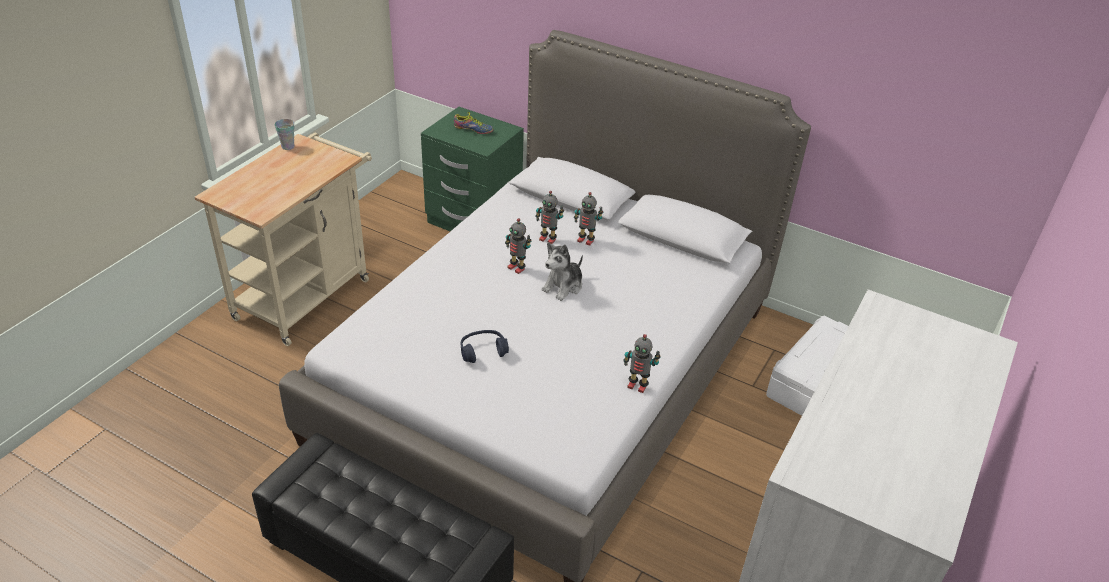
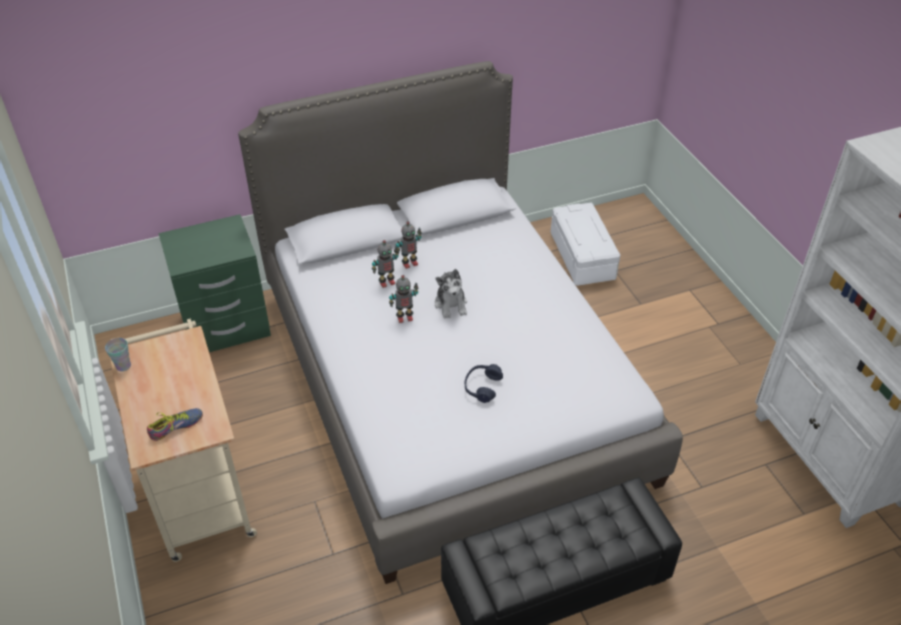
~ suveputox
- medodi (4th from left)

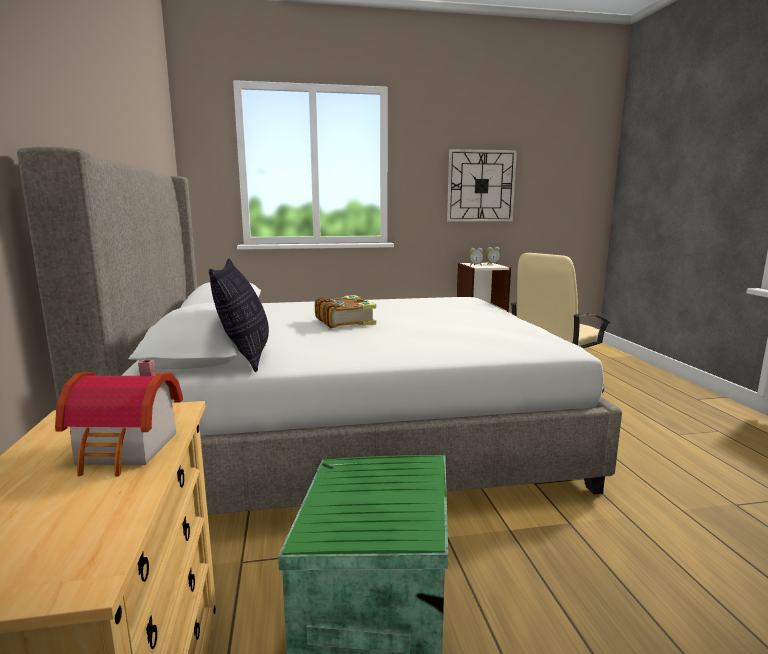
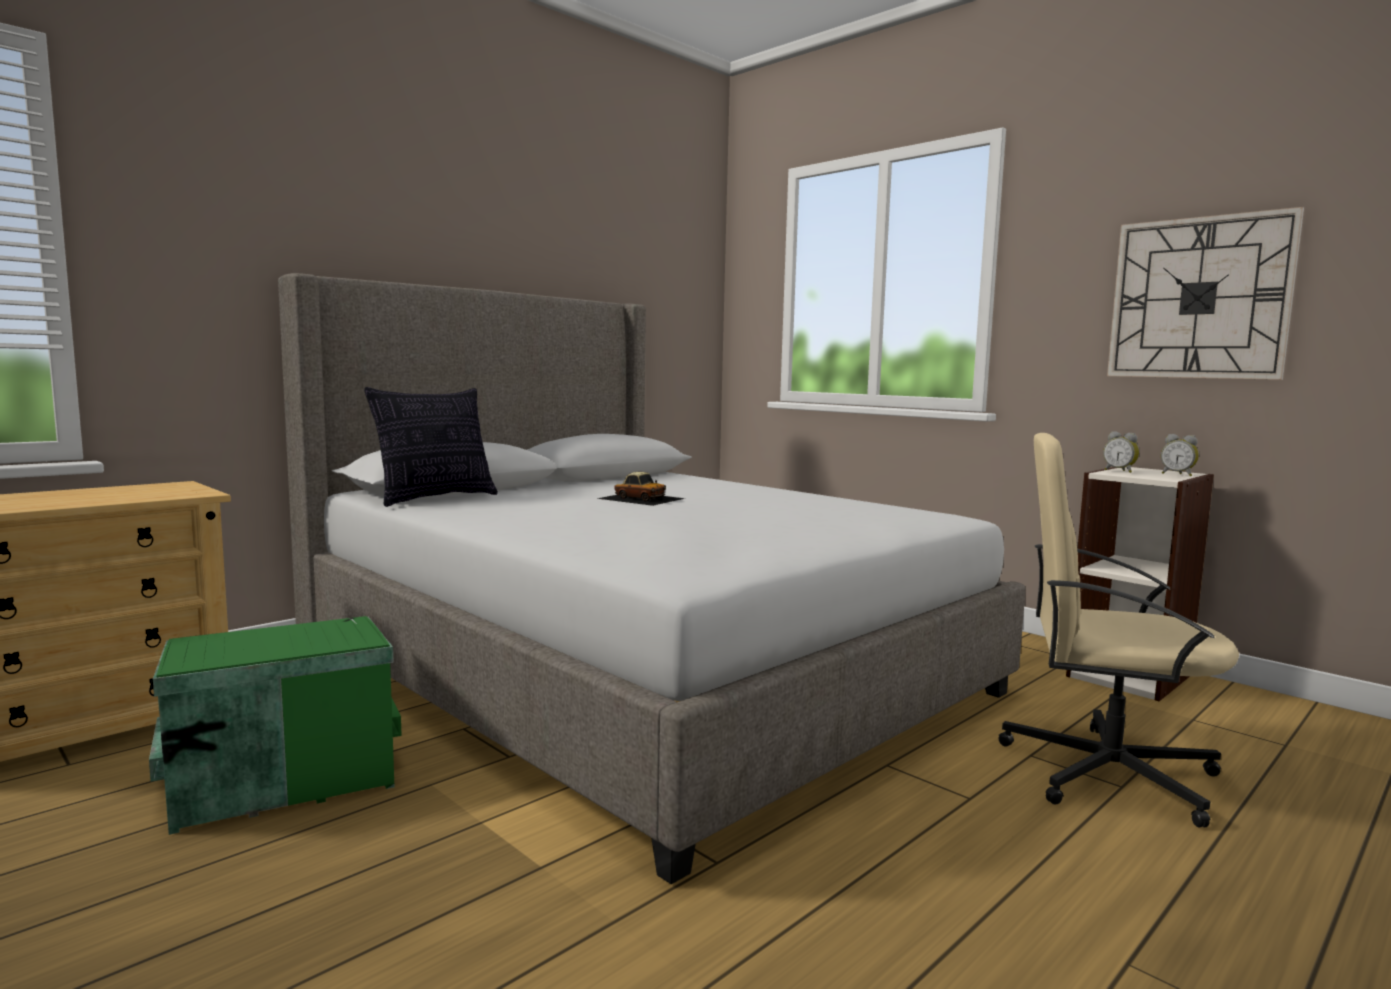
~ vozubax to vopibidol
- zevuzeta

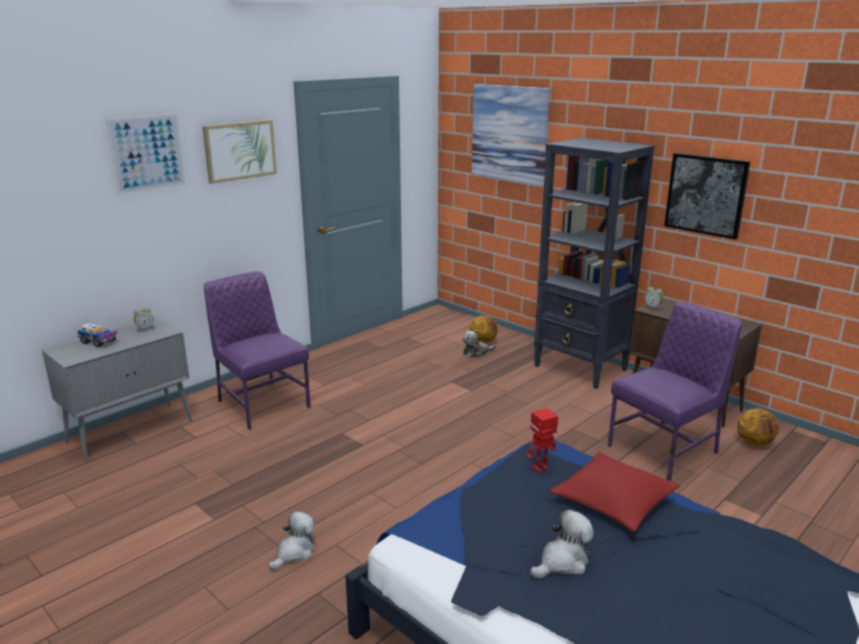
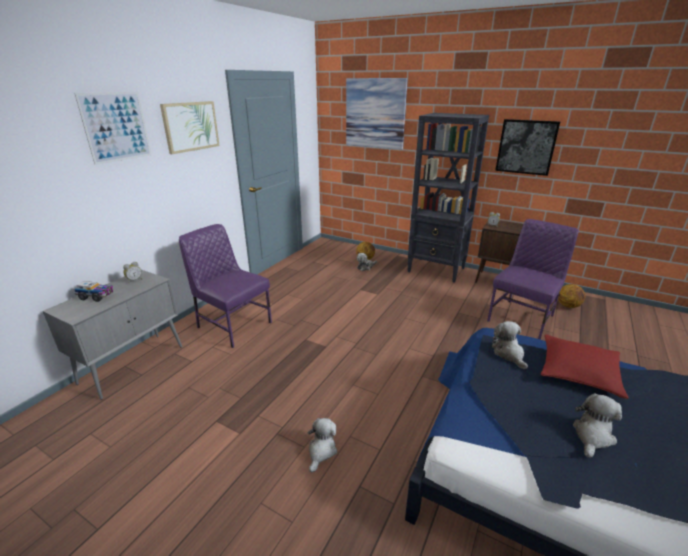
~ medodi to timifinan (3rd from left)

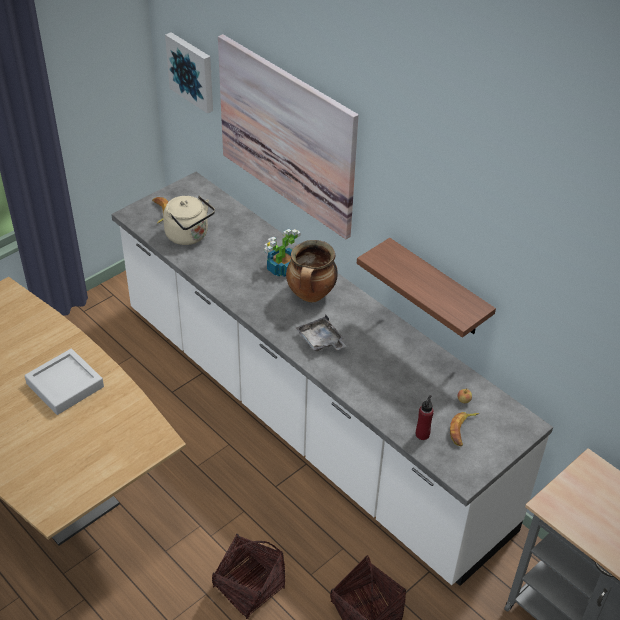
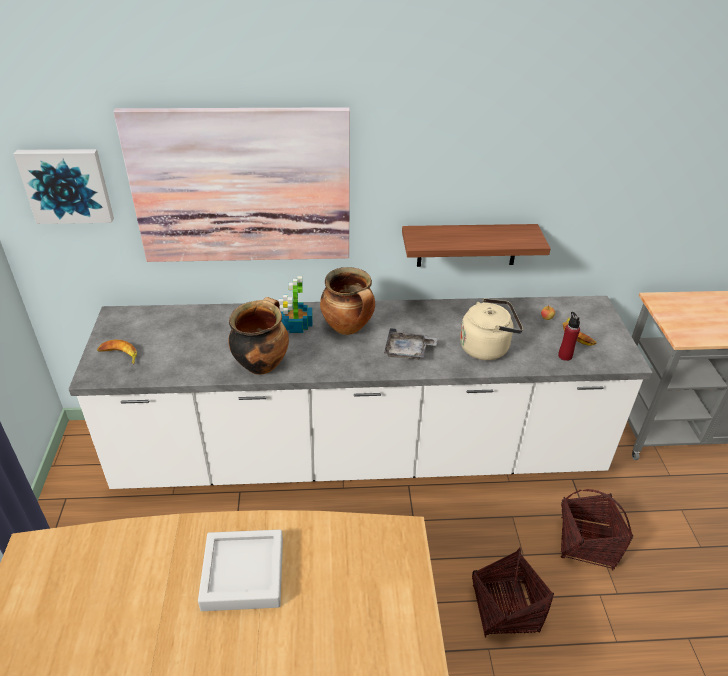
~ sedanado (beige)
+ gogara (1st from left)

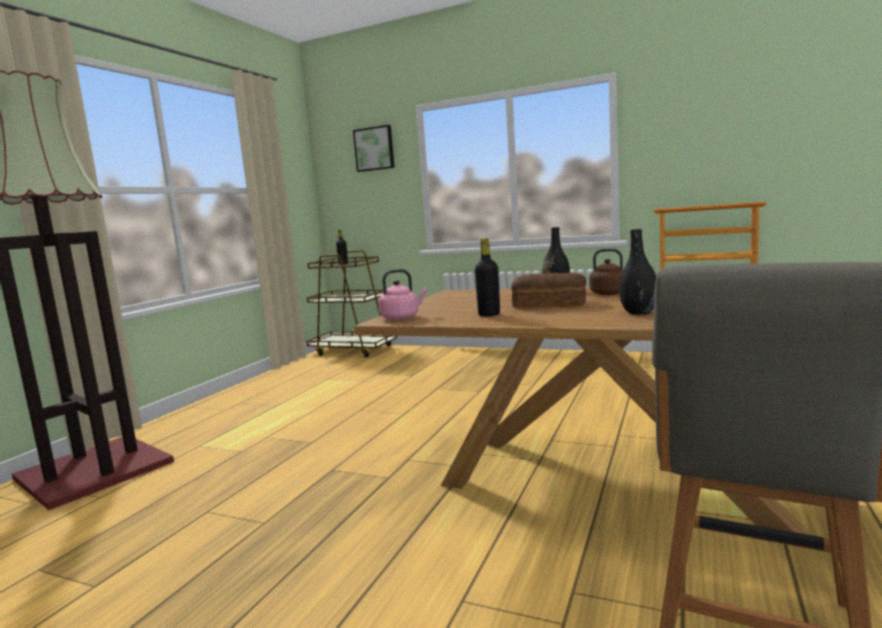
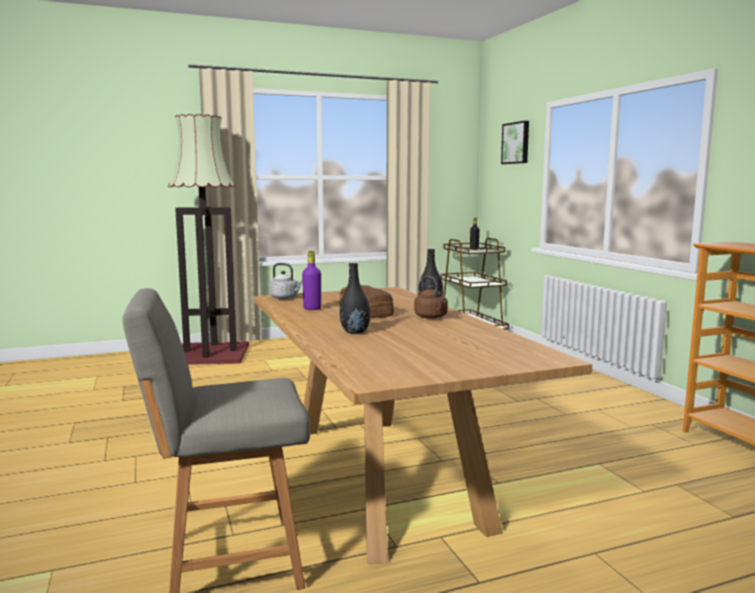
~ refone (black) (2nd from left) to refone (purple)
~ sedanado (pink) to sedanado (grey)

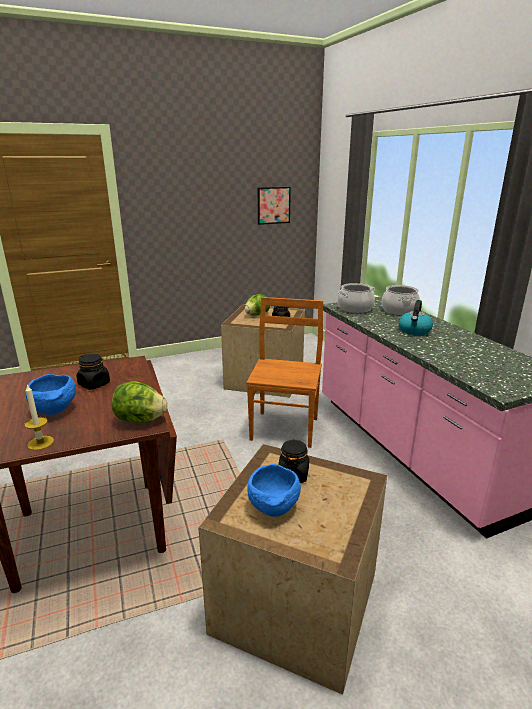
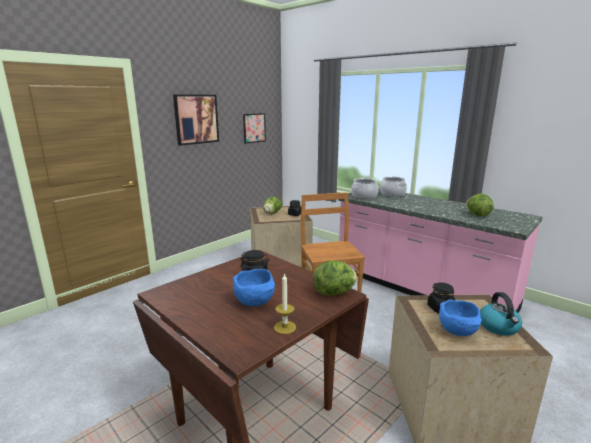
~ sedanado
+ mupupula (1st from left)
+ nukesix (3rd from left)

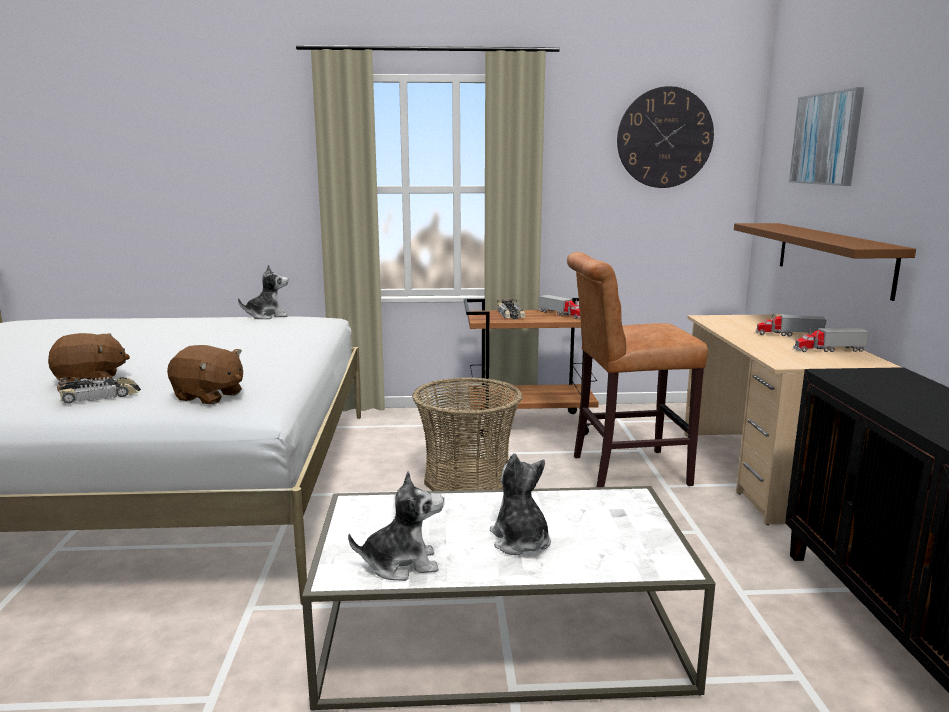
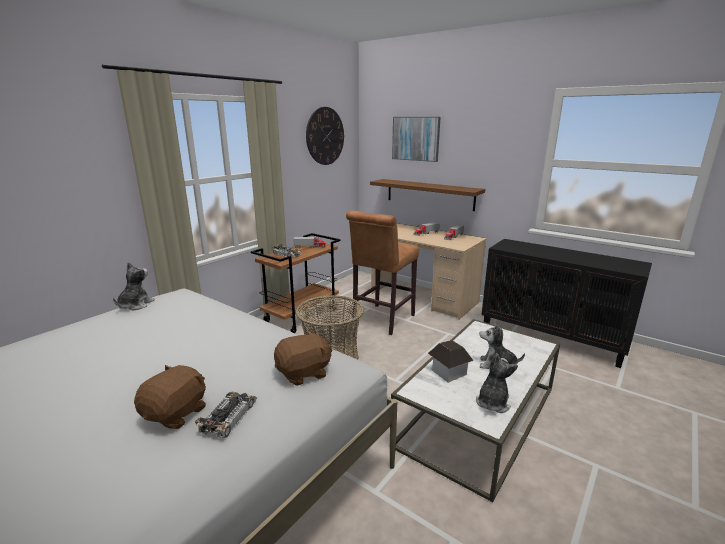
+ zevuzeta

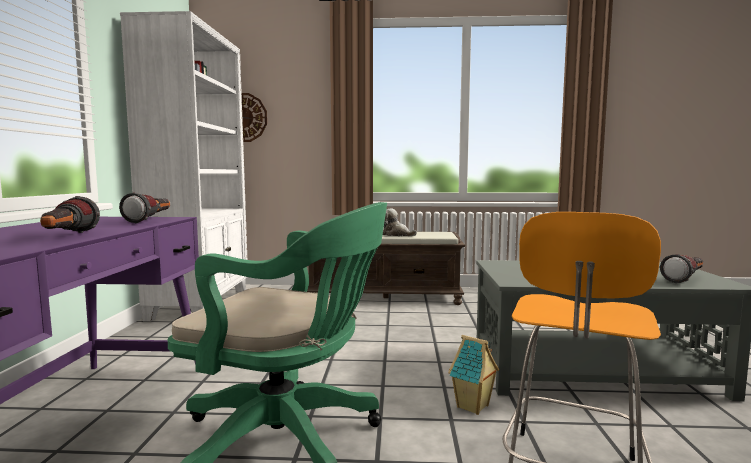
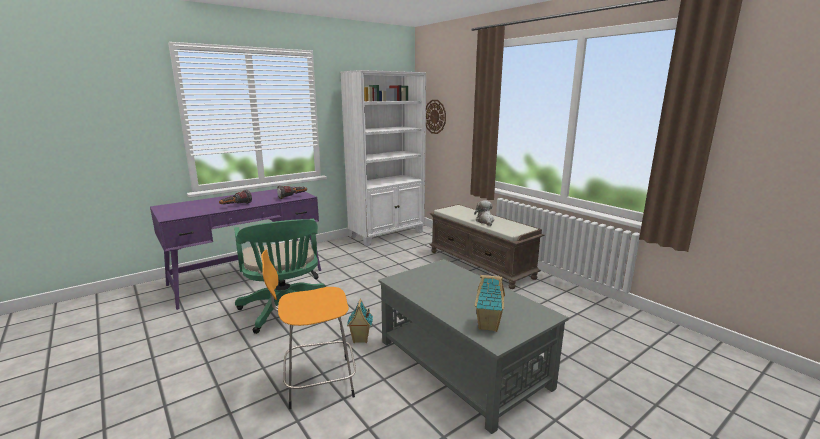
~ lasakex (3rd from left) to zevuzeta (2nd from left)

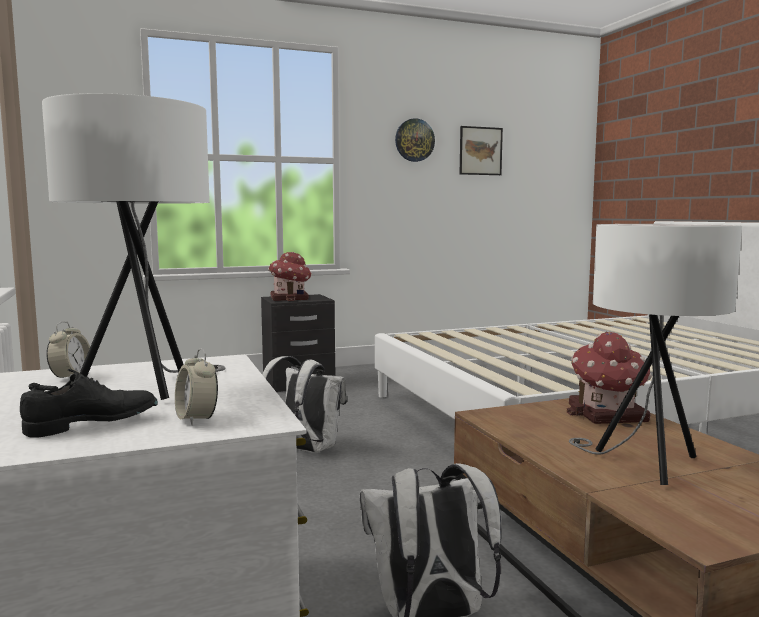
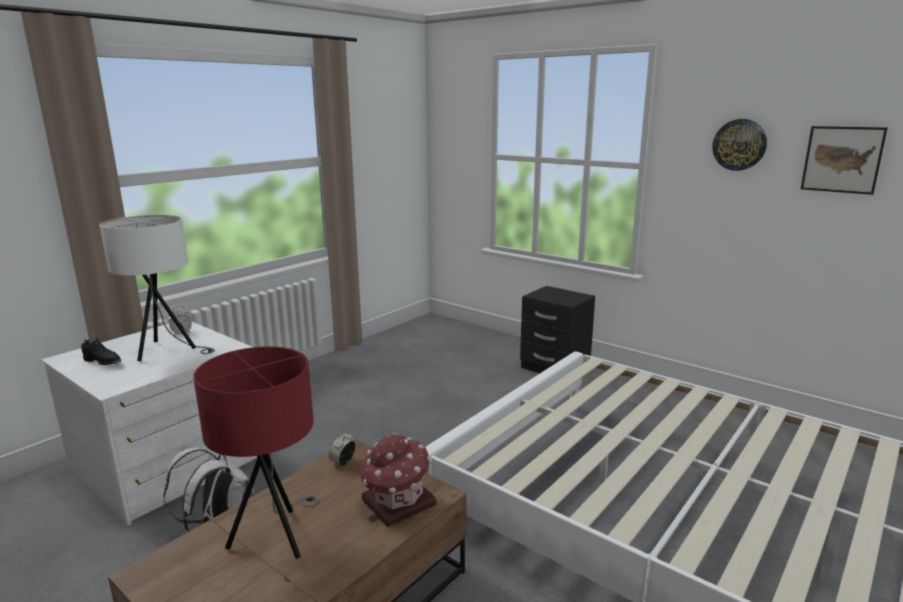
~ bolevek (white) (2nd from left) to bolevek (red)
- zevuzeta (1st from left)
~ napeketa (2nd from left)
- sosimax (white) (1st from left)

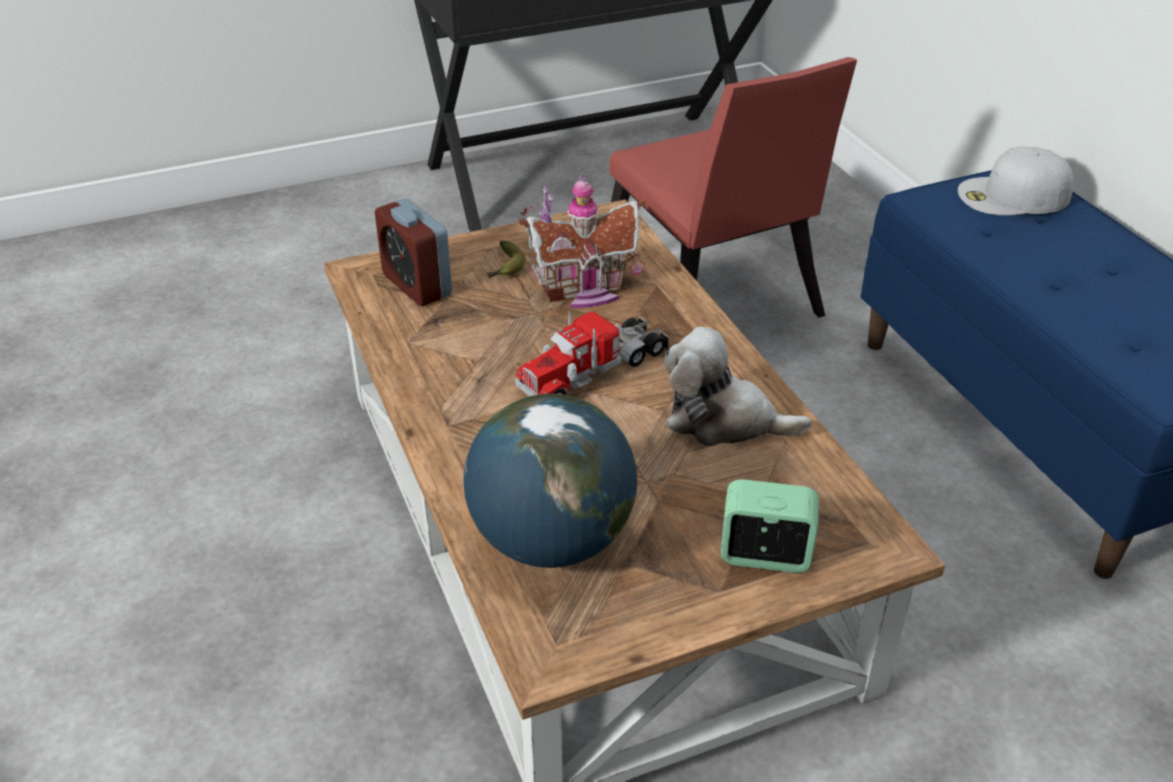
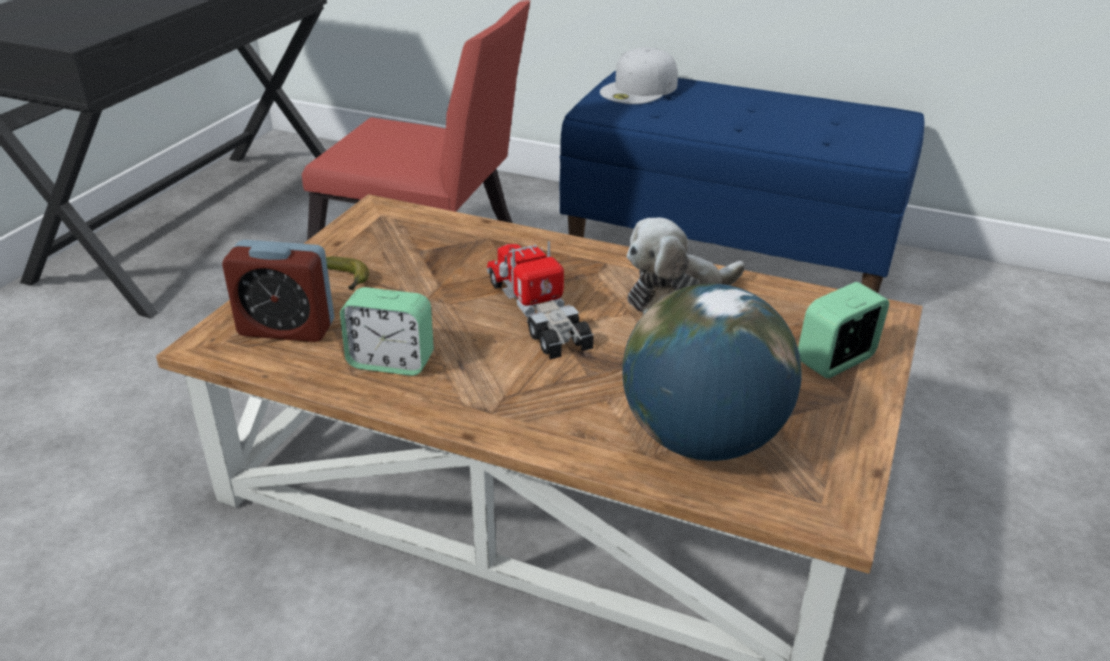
- zevuzeta
~ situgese 150 degrees clockwise
+ napeketa (2nd from left)

